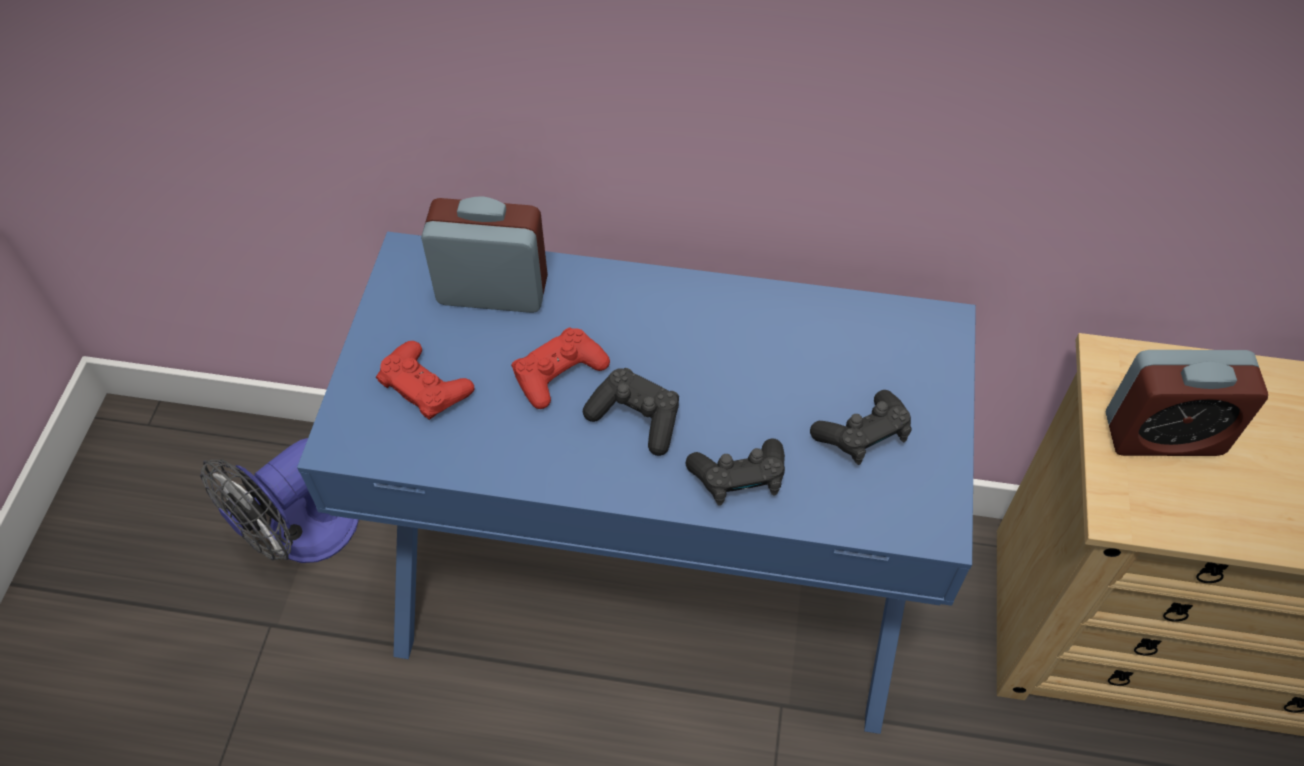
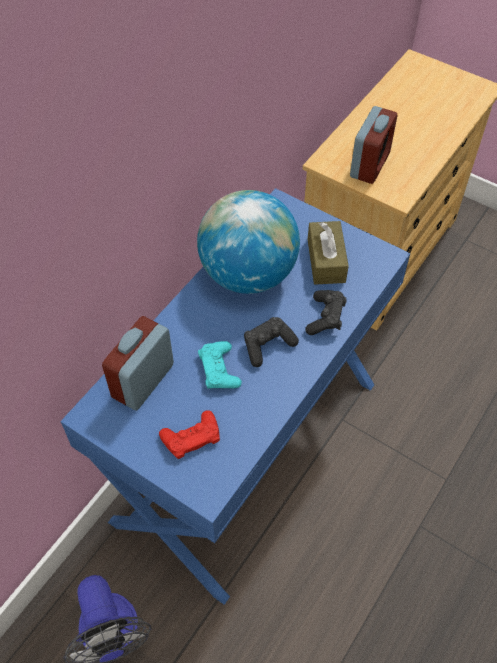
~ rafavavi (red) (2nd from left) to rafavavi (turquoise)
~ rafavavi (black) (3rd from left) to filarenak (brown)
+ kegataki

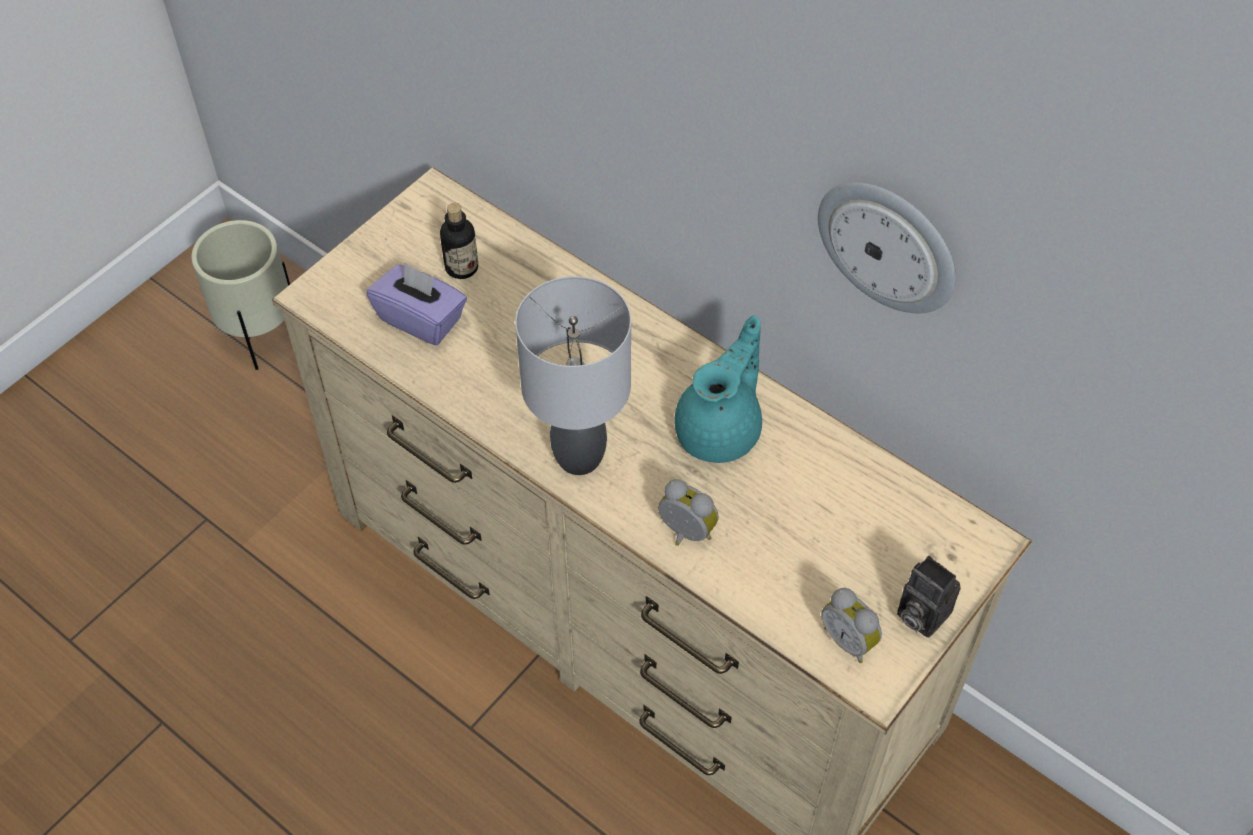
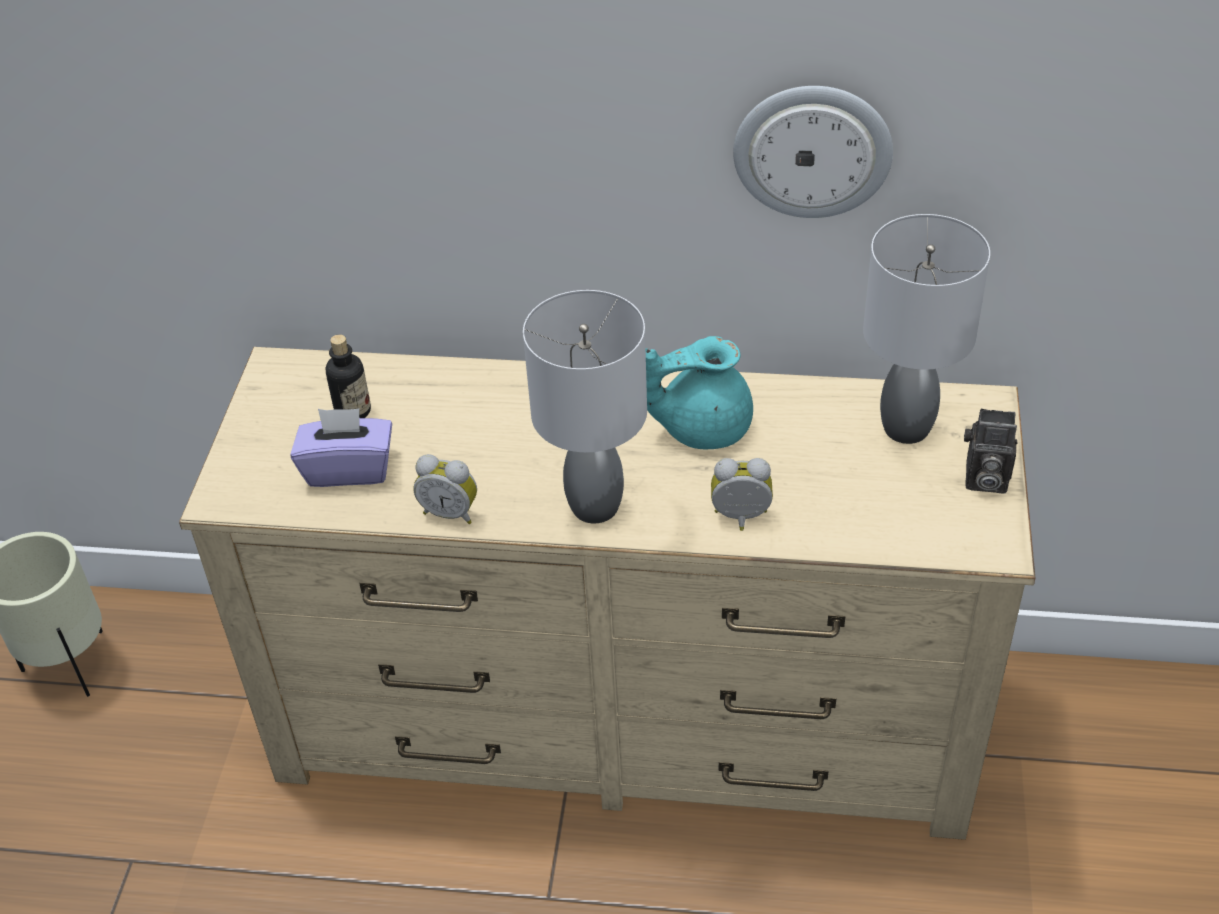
~ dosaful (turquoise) 105 degrees counterclockwise
~ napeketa (2nd from left in the first image) to napeketa (1st from left)
+ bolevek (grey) (2nd from left)

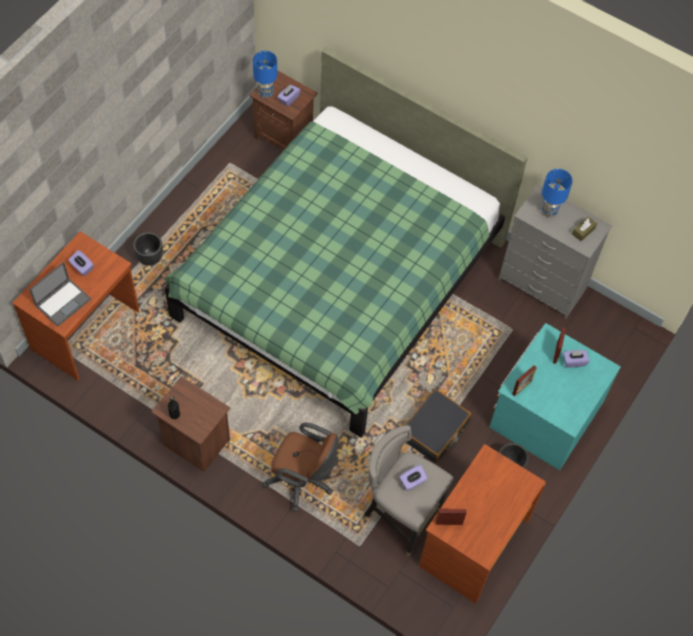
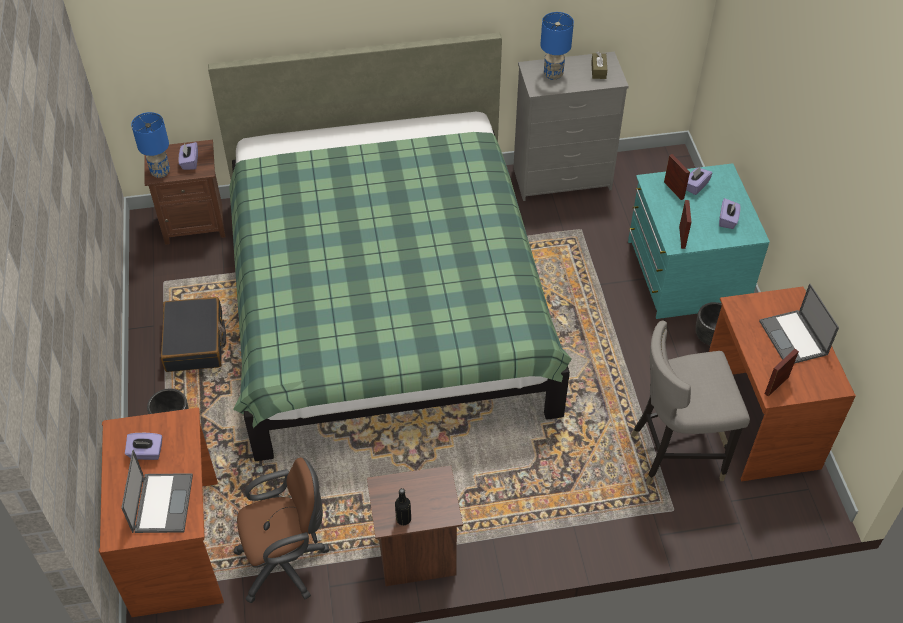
~ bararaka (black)
~ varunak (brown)
~ filarenak (purple) (3rd from left in the first image) to filarenak (purple) (4th from left)
+ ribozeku (2nd from left)

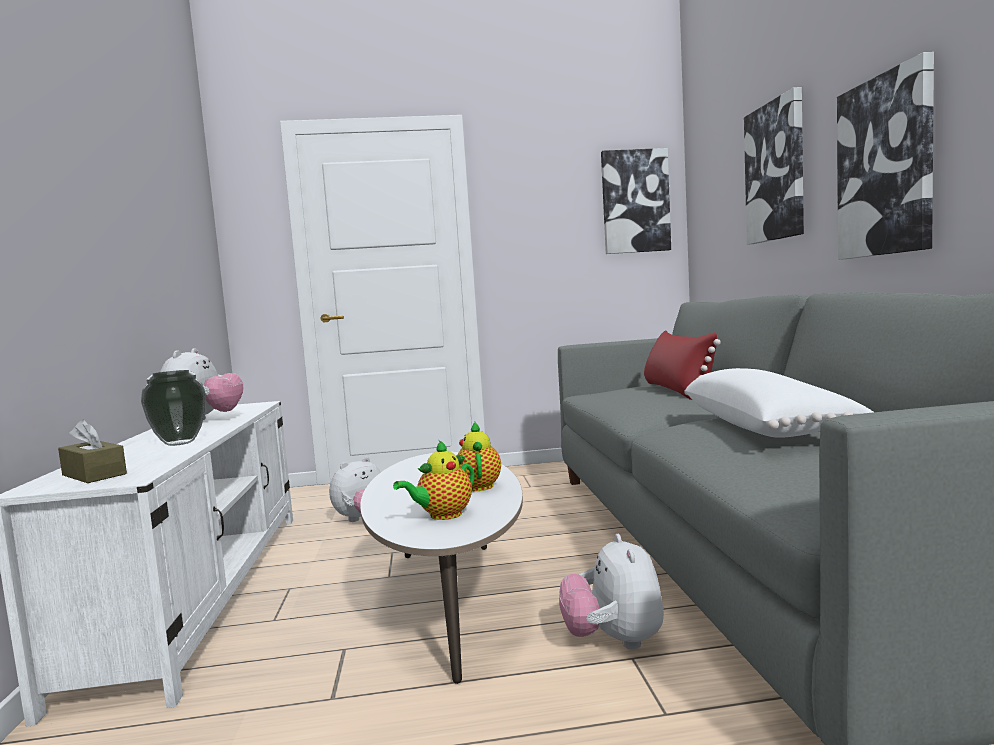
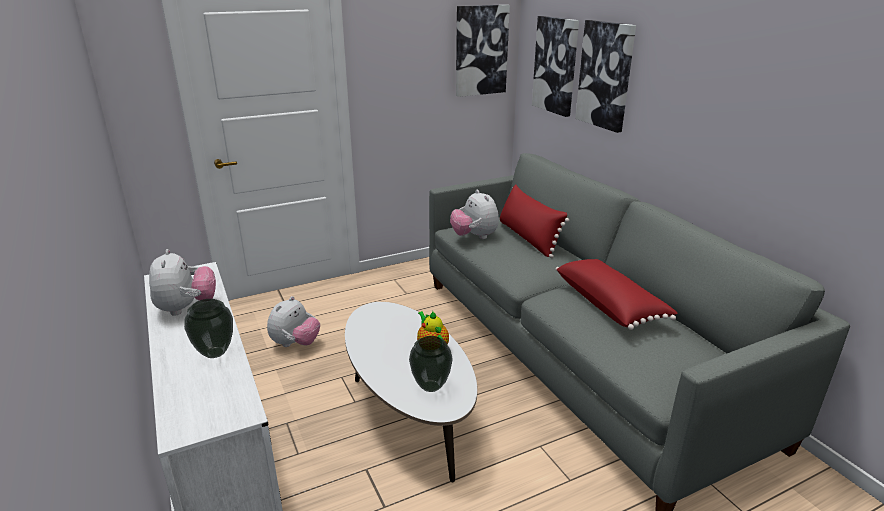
~ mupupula (3rd from left in the first image) to mupupula (2nd from left)
~ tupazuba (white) to tupazuba (red) (2nd from left)
- filarenak (brown)
~ dosaful (1st from left) to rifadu (2nd from left)
~ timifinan (3rd from left)

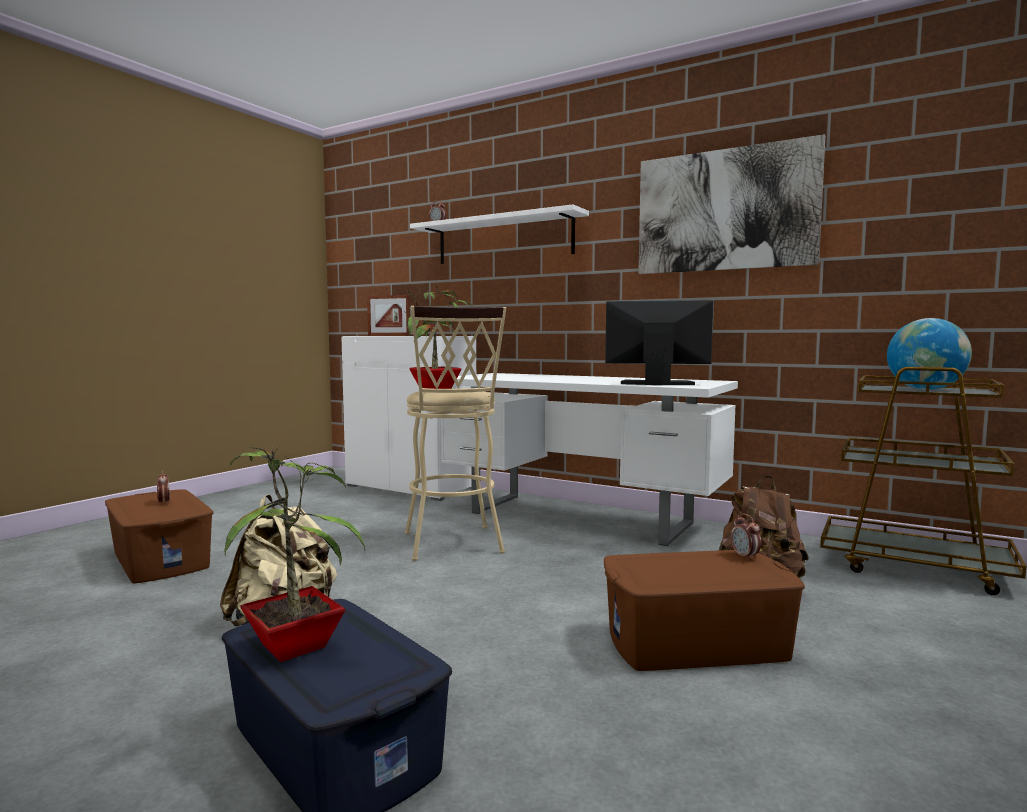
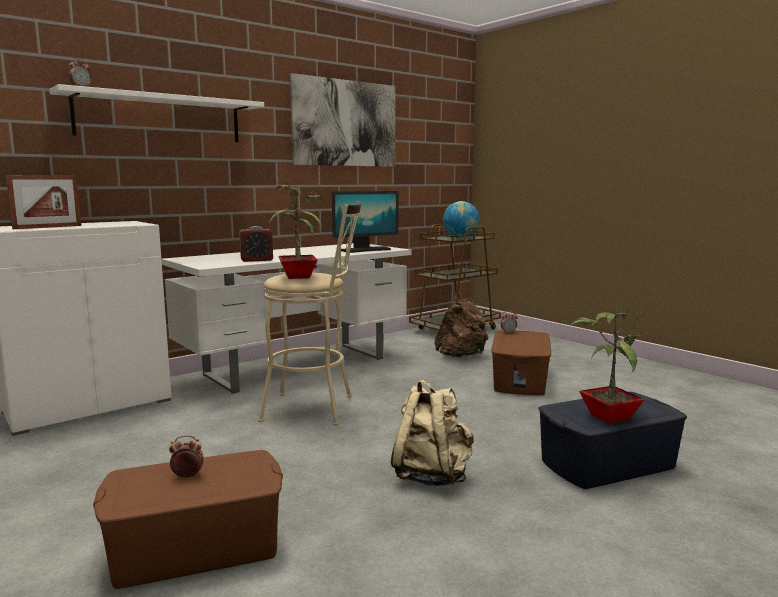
~ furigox 150 degrees counterclockwise
+ napeketa (3rd from left)

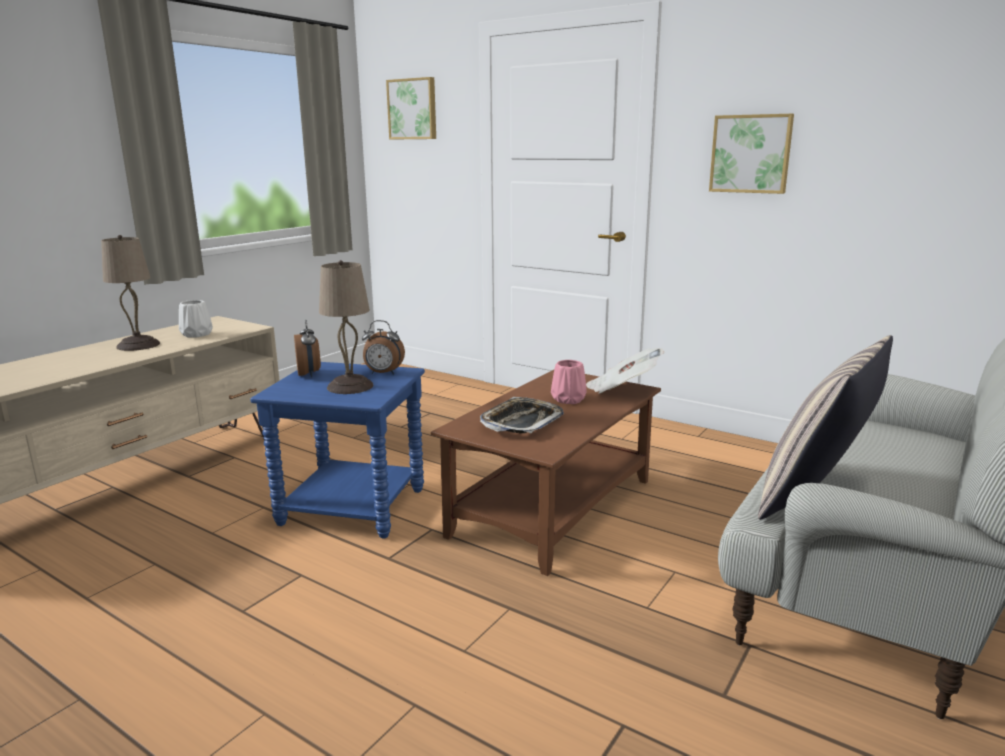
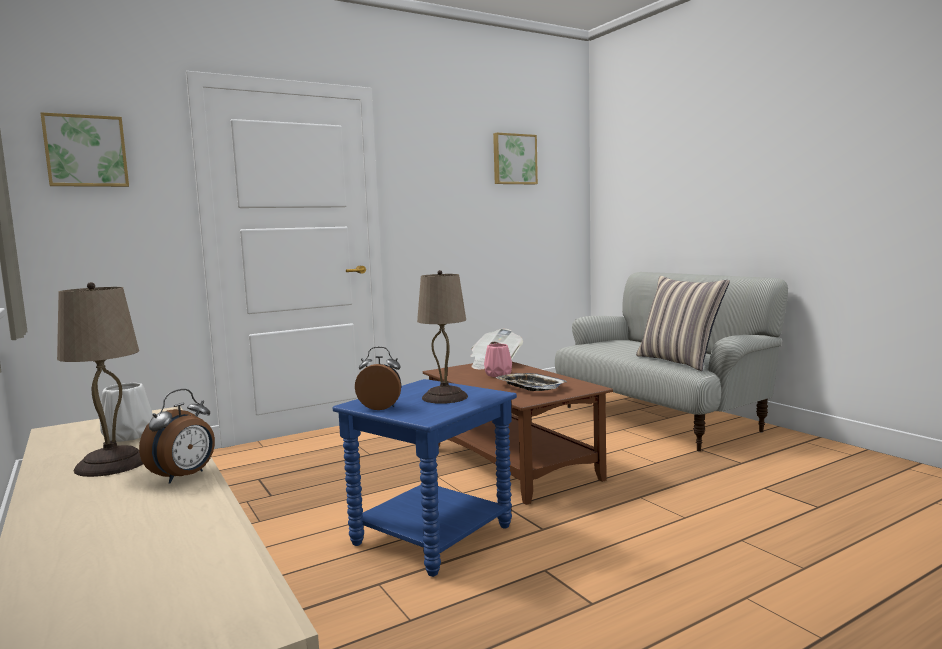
~ mupupula (2nd from left)
~ napeketa (2nd from left in the first image) to napeketa (1st from left)

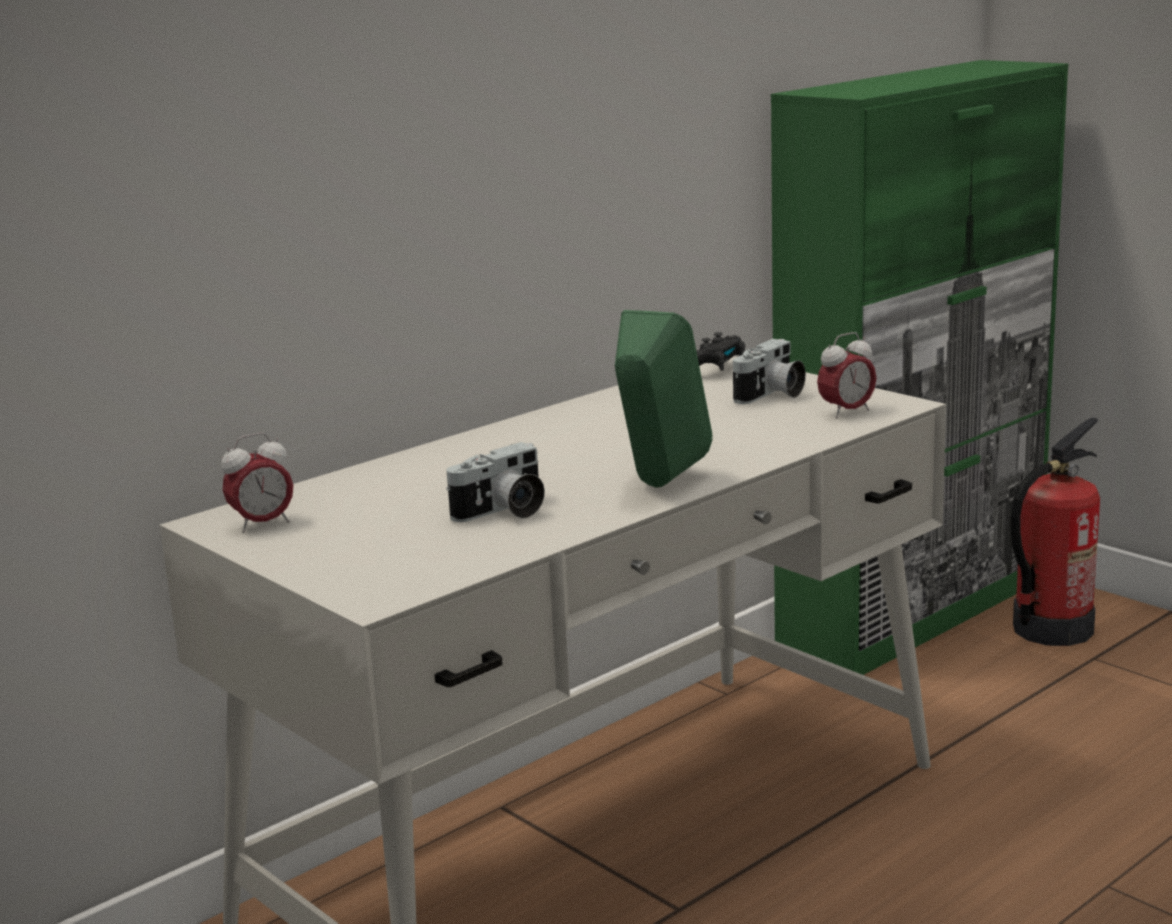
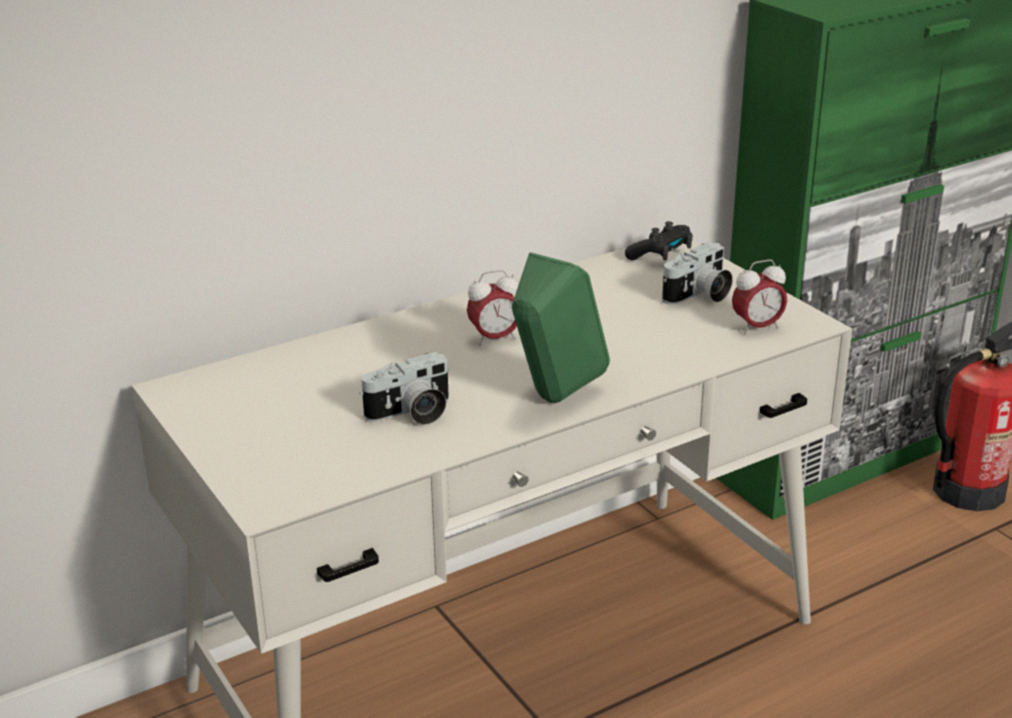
~ napeketa (1st from left)

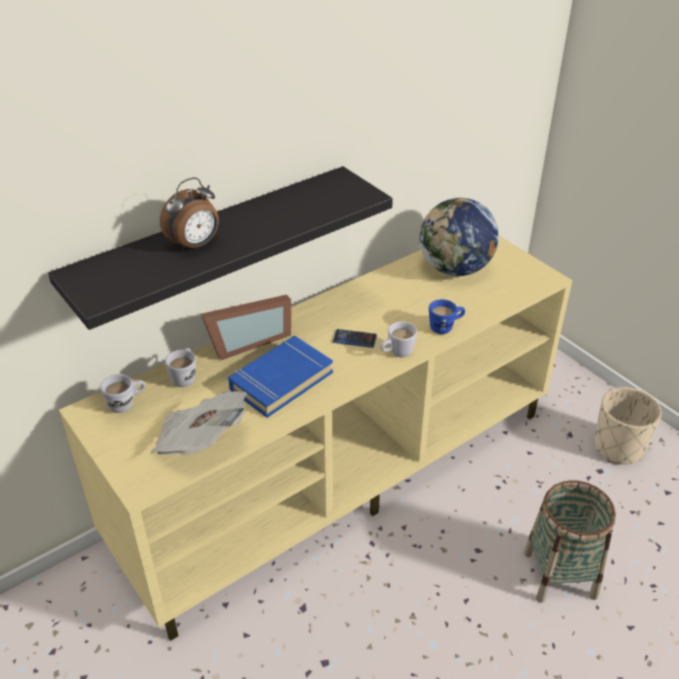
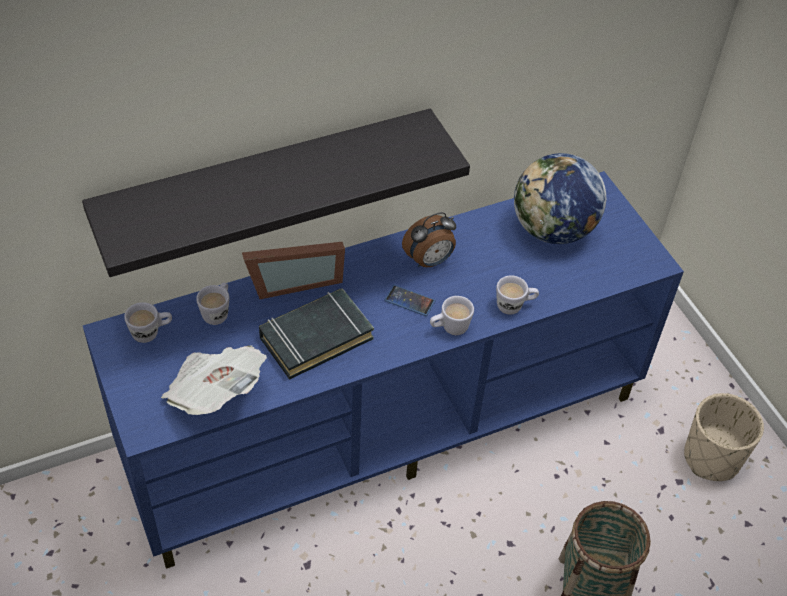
~ napeketa
~ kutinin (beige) to kutinin (blue)
~ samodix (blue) to samodix (white) (4th from left)
~ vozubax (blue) to vozubax (black)

